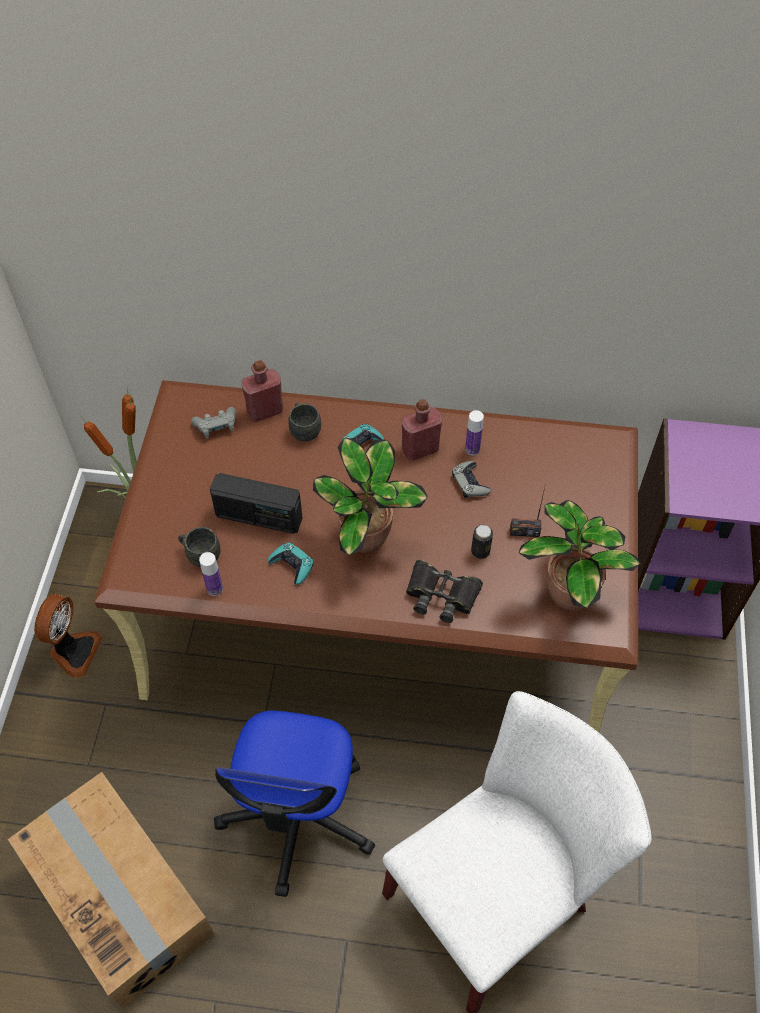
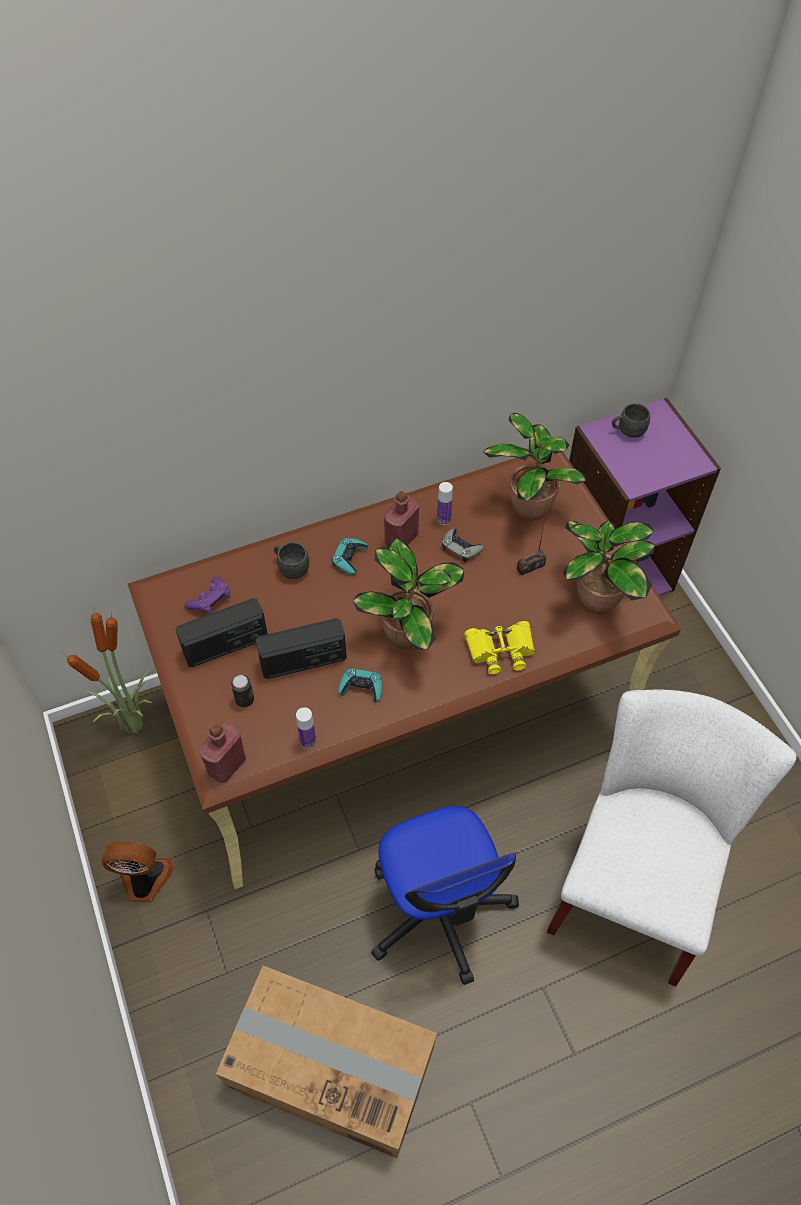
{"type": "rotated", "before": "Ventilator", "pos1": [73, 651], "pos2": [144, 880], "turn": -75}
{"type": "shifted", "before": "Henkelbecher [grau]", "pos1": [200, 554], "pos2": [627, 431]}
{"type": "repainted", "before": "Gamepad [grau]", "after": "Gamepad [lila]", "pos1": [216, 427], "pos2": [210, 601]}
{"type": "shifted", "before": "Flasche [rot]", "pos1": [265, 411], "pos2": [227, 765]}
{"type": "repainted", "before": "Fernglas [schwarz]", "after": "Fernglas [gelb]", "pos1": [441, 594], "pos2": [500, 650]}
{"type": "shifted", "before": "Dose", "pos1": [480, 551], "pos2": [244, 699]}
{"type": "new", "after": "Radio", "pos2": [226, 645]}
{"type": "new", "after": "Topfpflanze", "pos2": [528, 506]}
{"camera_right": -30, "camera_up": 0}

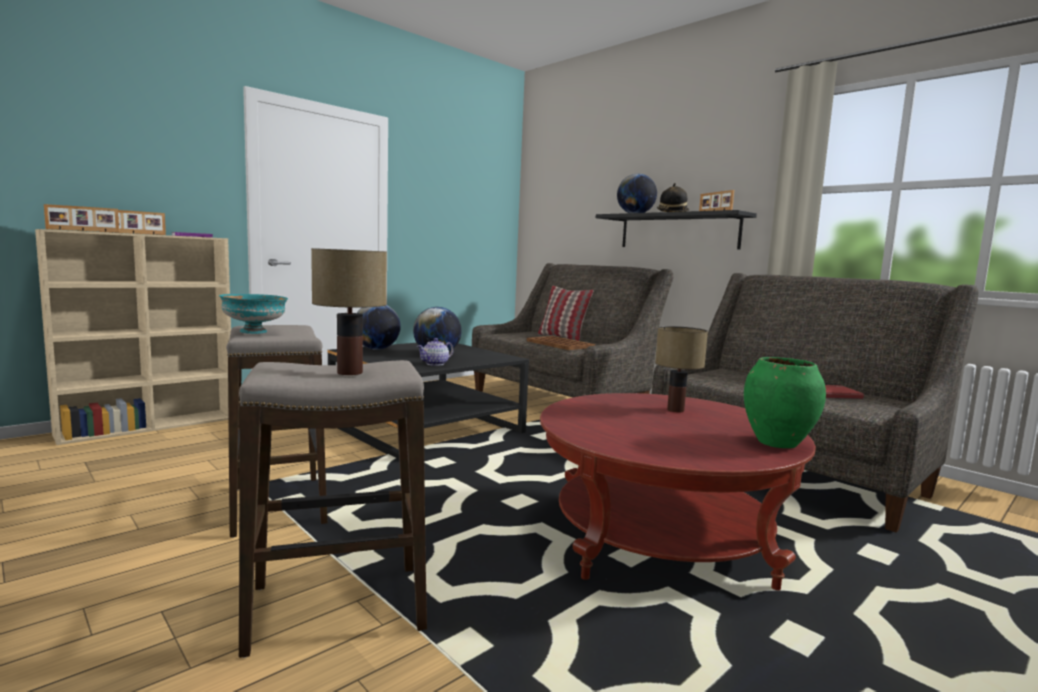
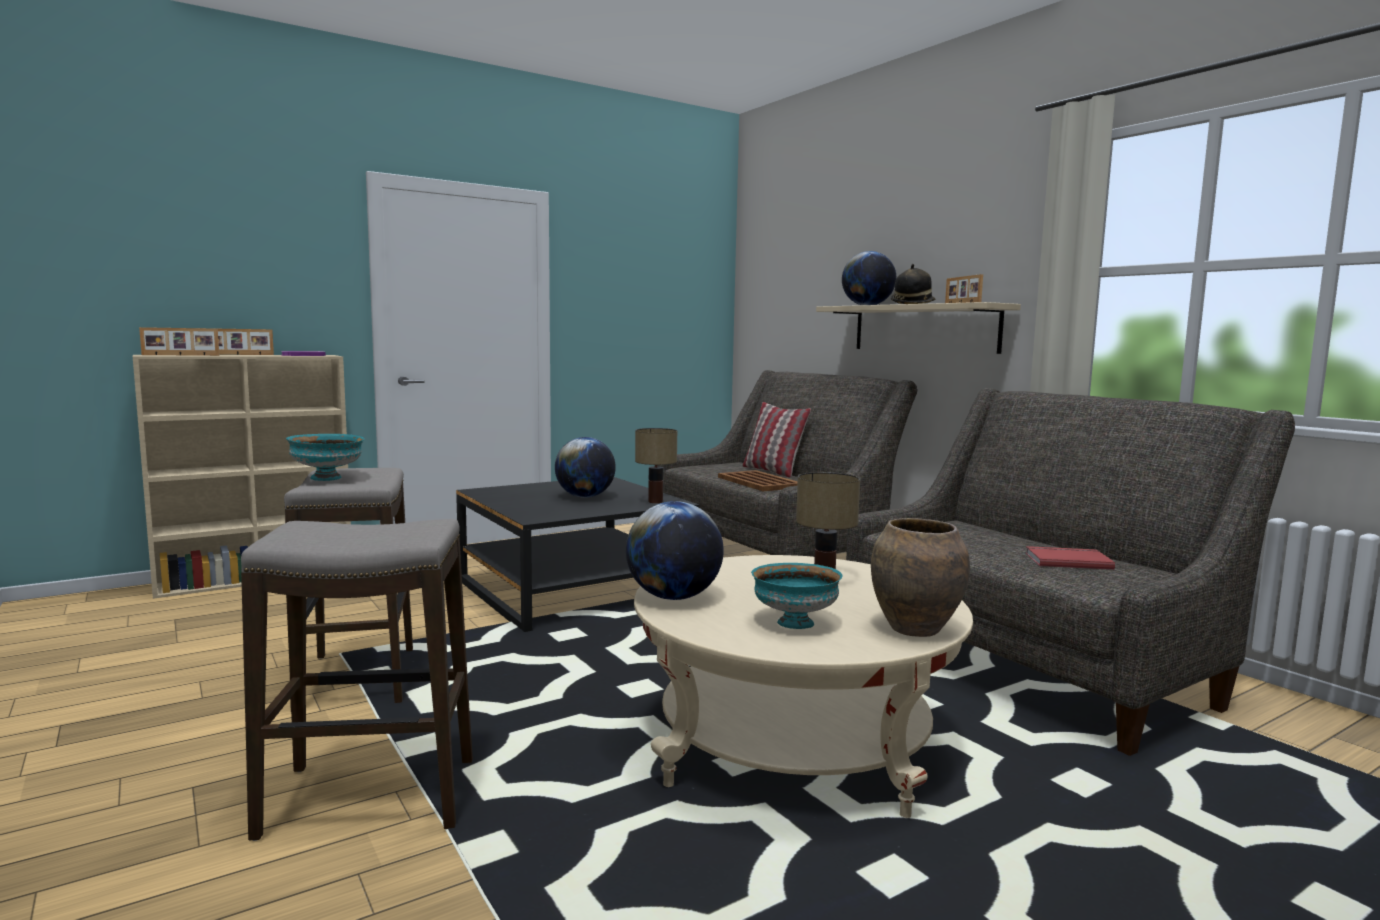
{"type": "shifted", "before": "Tischlampe", "pos1": [349, 373], "pos2": [655, 502]}
{"type": "shifted", "before": "Globus", "pos1": [376, 349], "pos2": [674, 597]}
{"type": "gone", "before": "Teekanne", "pos1": [435, 364]}
{"type": "repainted", "before": "Couchtisch [rot]", "after": "Couchtisch [beige]", "pos1": [660, 539], "pos2": [793, 745]}
{"type": "repainted", "before": "Wandregal [schwarz]", "after": "Wandregal [beige]", "pos1": [678, 231], "pos2": [924, 328]}
{"type": "repainted", "before": "Vase [grün]", "after": "Vase [braun]", "pos1": [776, 443], "pos2": [914, 629]}
{"type": "new", "after": "Schüssel [türkis]", "pos2": [794, 623]}
{"camera_right": 10, "camera_up": 0}

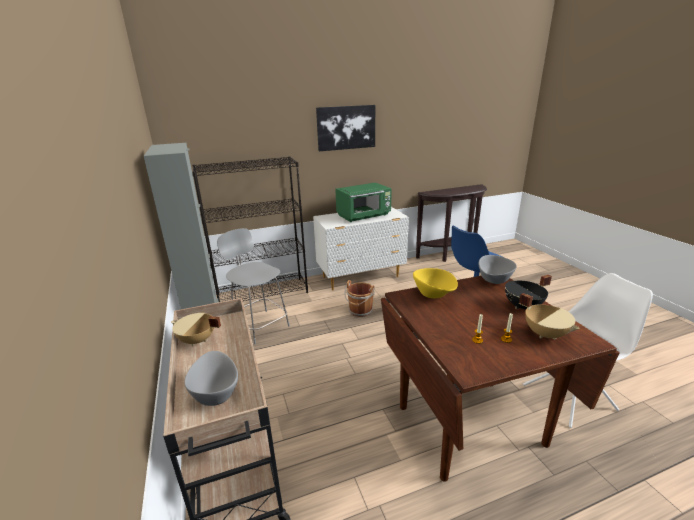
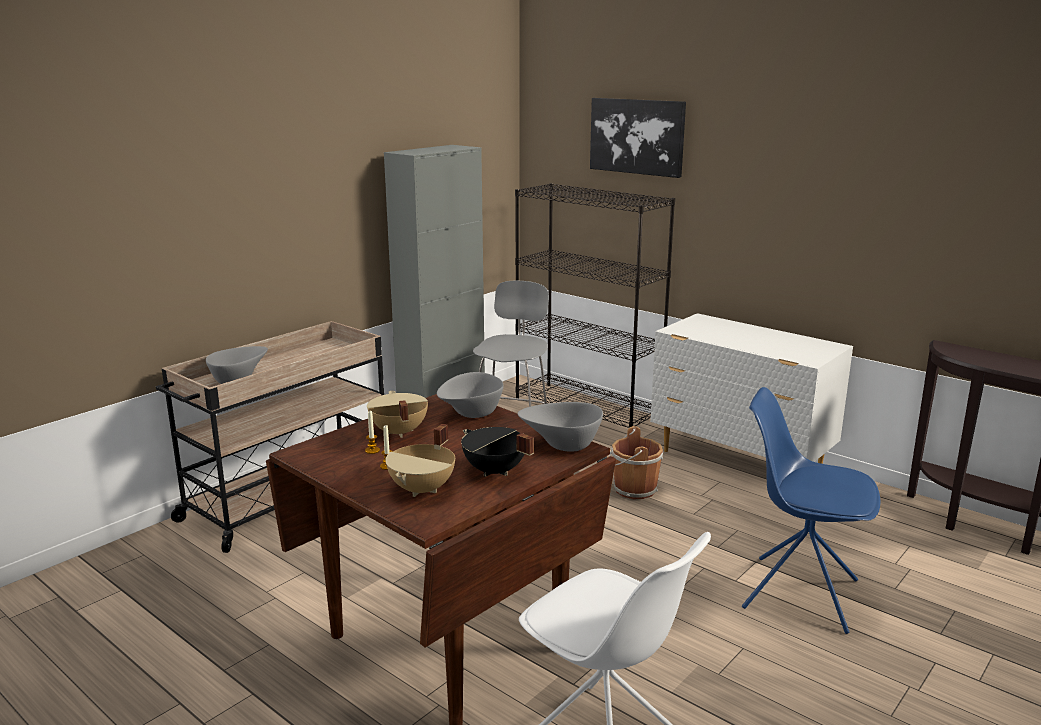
{"type": "shifted", "before": "Kochtopf [beige]", "pos1": [197, 341], "pos2": [398, 432]}
{"type": "shifted", "before": "Bild", "pos1": [346, 127], "pos2": [637, 136]}
{"type": "gone", "before": "Mikrowelle [grün]", "pos1": [364, 216]}
{"type": "repainted", "before": "Schüssel [gelb]", "after": "Schüssel [grau]", "pos1": [434, 296], "pos2": [470, 414]}
{"camera_right": 60, "camera_up": -5}

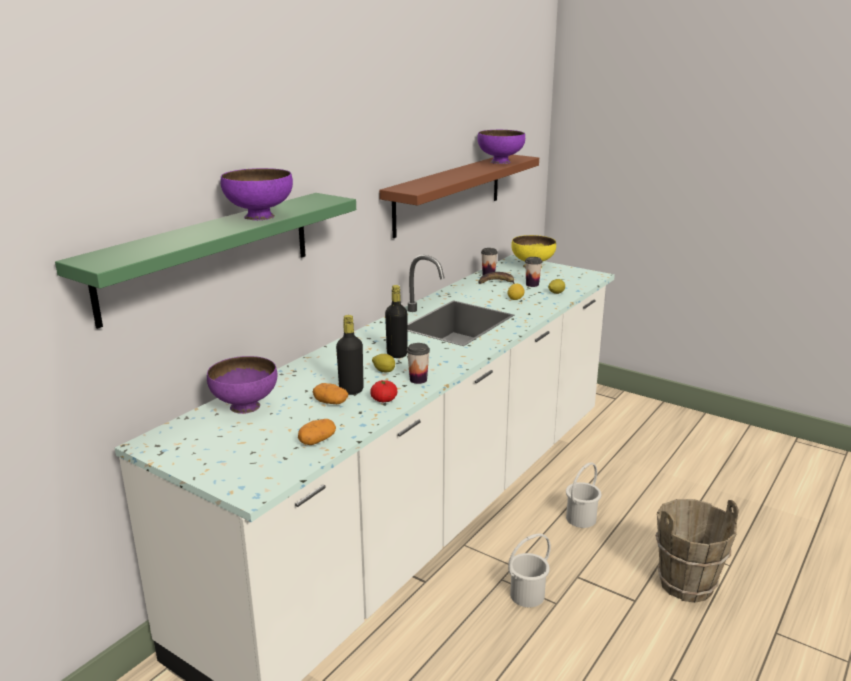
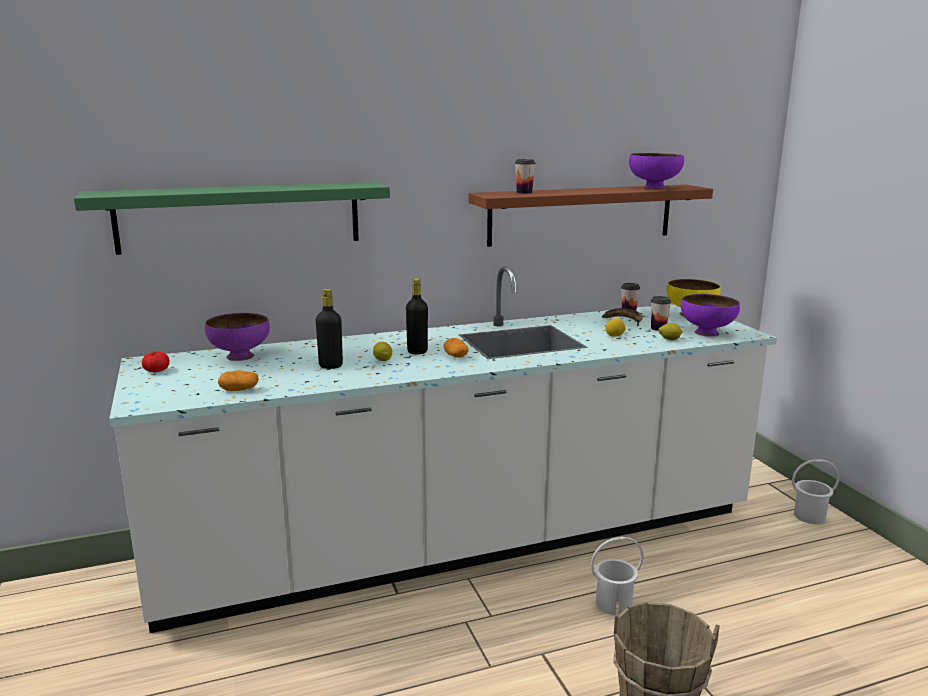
{"type": "shifted", "before": "Schüssel [lila]", "pos1": [259, 217], "pos2": [706, 333]}
{"type": "shifted", "before": "Kartoffel", "pos1": [330, 402], "pos2": [455, 356]}
{"type": "shifted", "before": "Tomate", "pos1": [384, 400], "pos2": [156, 371]}
{"type": "shifted", "before": "Tasse", "pos1": [418, 380], "pos2": [524, 192]}
{"type": "shifted", "before": "Eimer [weiß]", "pos1": [526, 595], "pos2": [809, 516]}
{"camera_right": 35, "camera_up": -5}

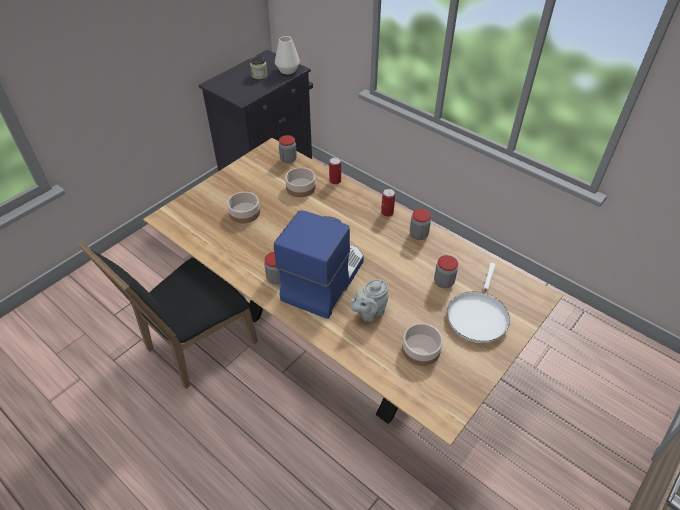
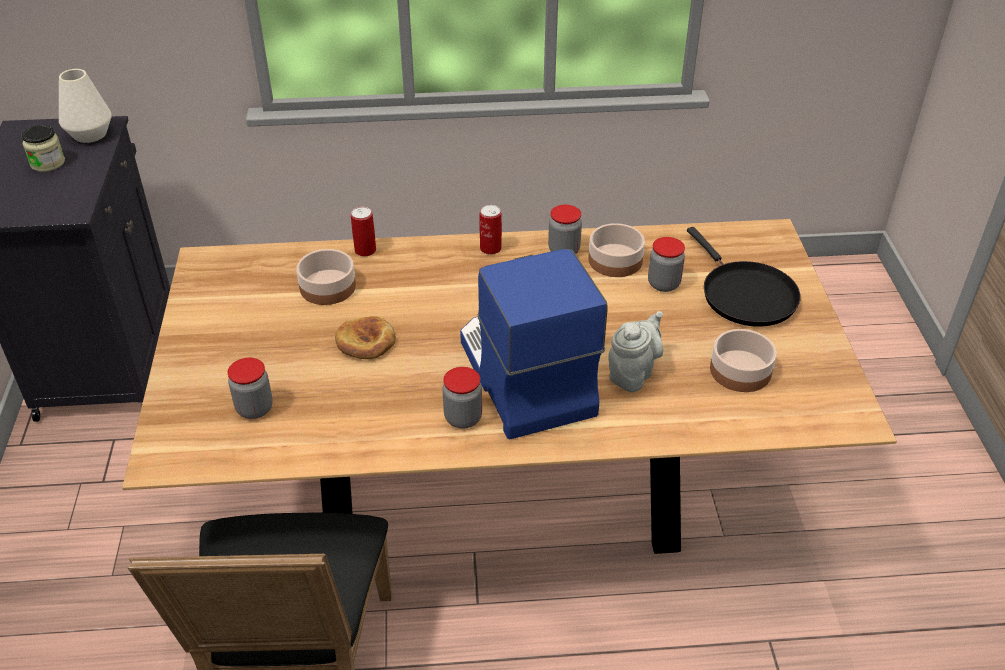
{"type": "shifted", "before": "Schüssel", "pos1": [245, 212], "pos2": [615, 260]}
{"type": "shifted", "before": "Vorratsglas", "pos1": [288, 159], "pos2": [254, 408]}
{"type": "rotated", "before": "Teekanne [grau]", "pos1": [369, 312], "pos2": [633, 374], "turn": -150}
{"type": "repainted", "before": "Pfanne [weiß]", "after": "Pfanne [schwarz]", "pos1": [477, 316], "pos2": [744, 295]}
{"type": "new", "after": "Brot", "pos2": [366, 341]}
{"camera_right": -45, "camera_up": -5}

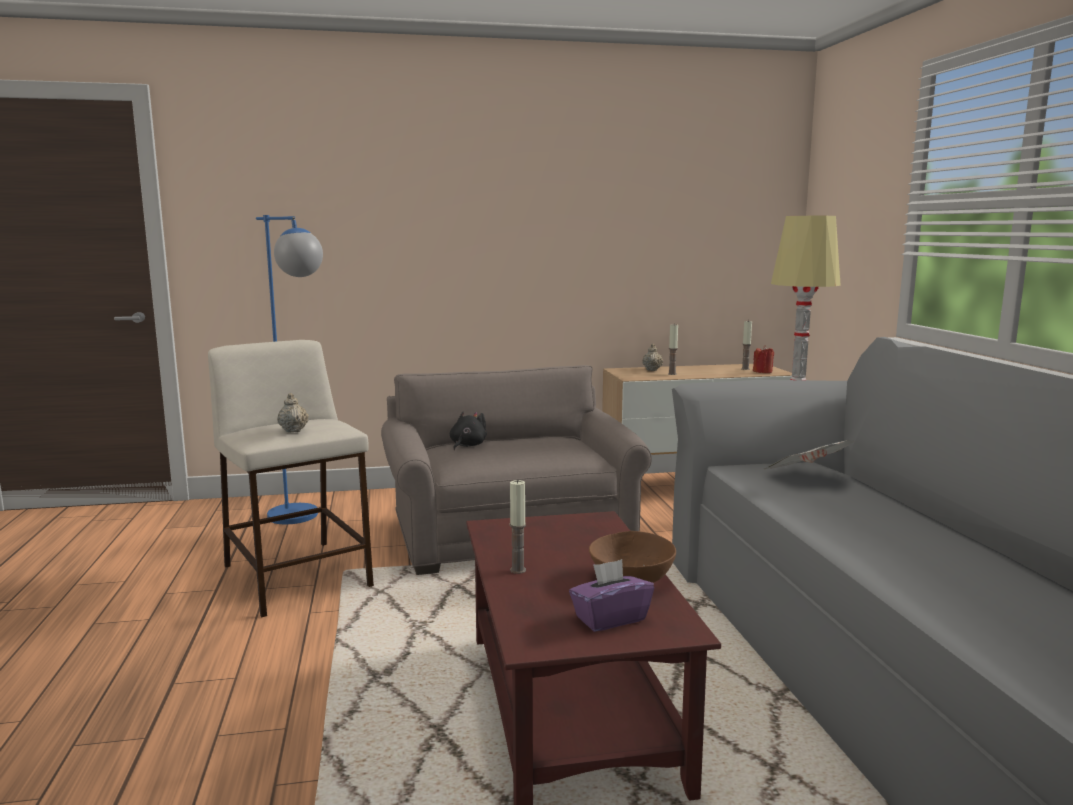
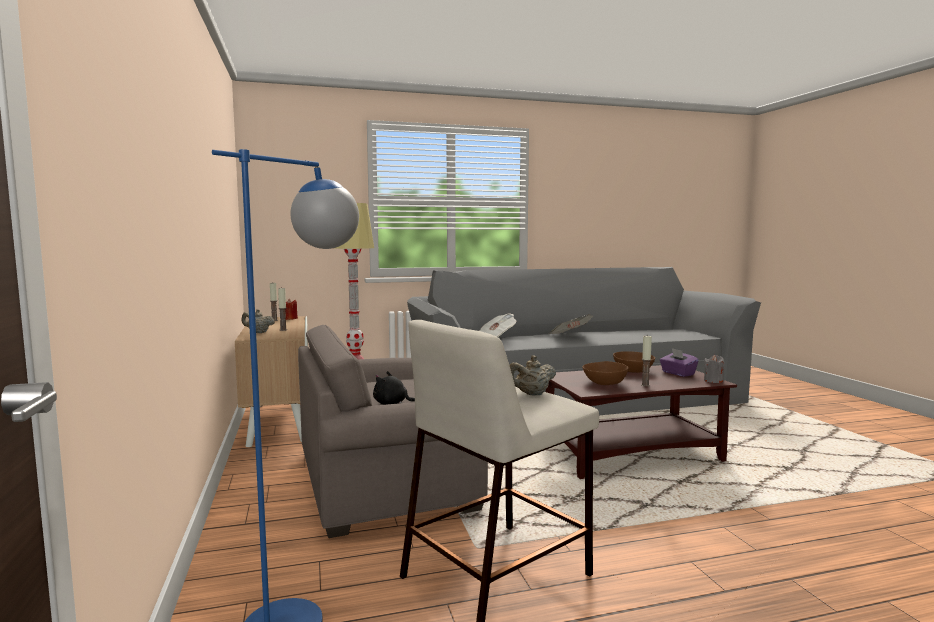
{"type": "new", "after": "Zeitung", "pos2": [570, 336]}
{"type": "new", "after": "Schüssel [braun]", "pos2": [604, 383]}
{"type": "new", "after": "Kerze [grau]", "pos2": [713, 381]}
{"camera_right": -95, "camera_up": -5}

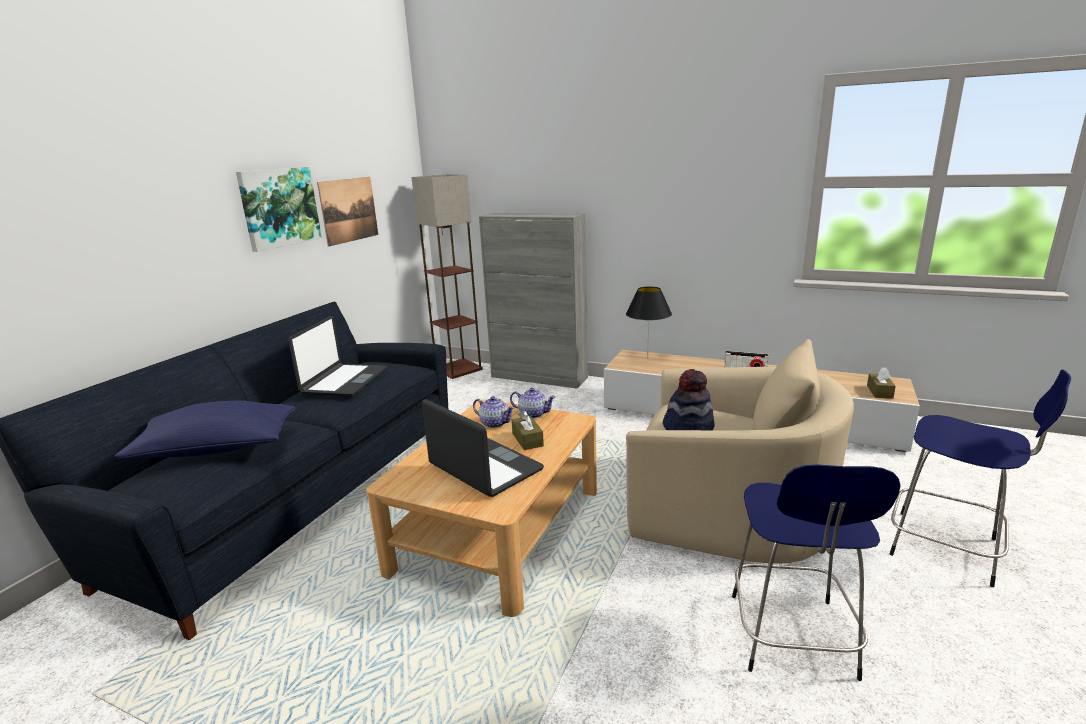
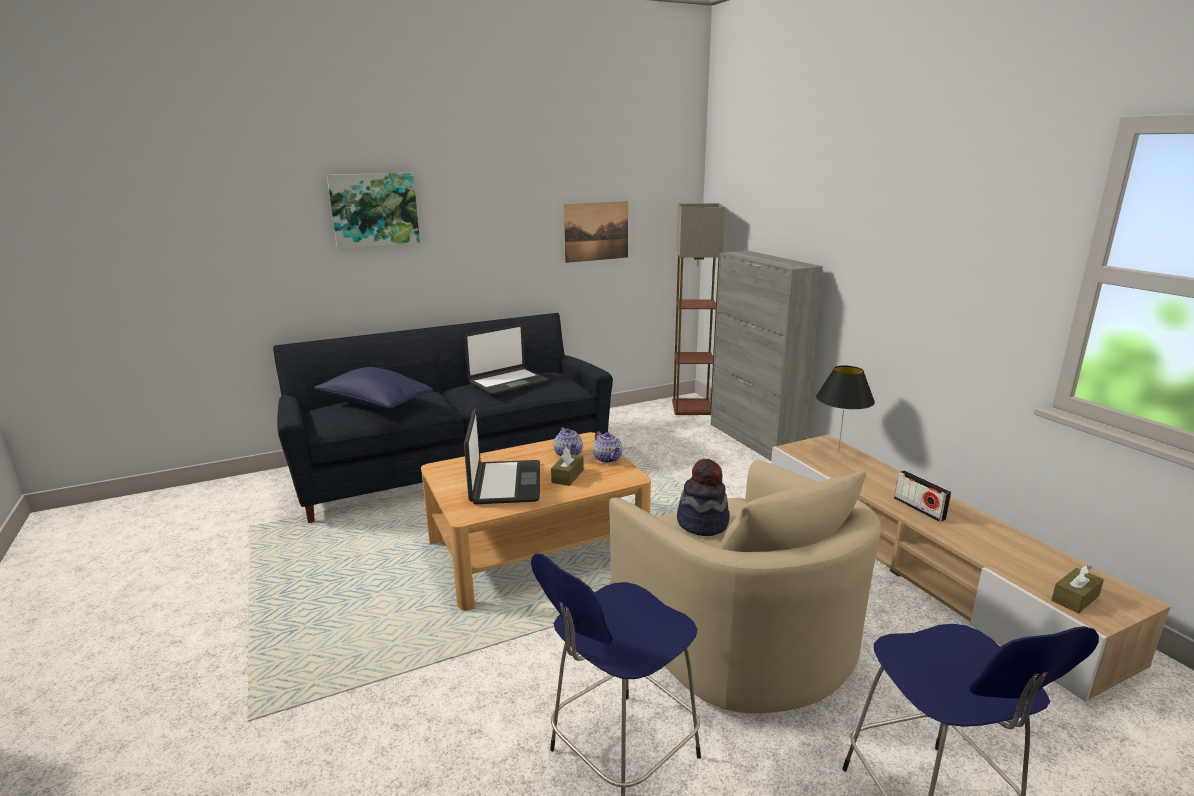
{"type": "shifted", "before": "Bild", "pos1": [279, 207], "pos2": [374, 210]}
{"camera_right": 40, "camera_up": 0}

